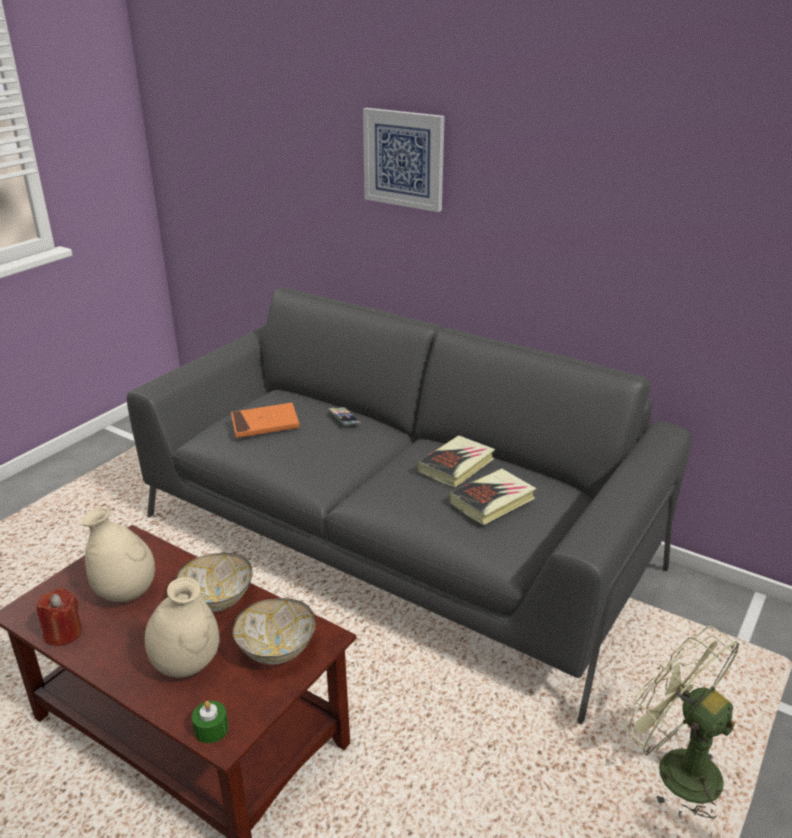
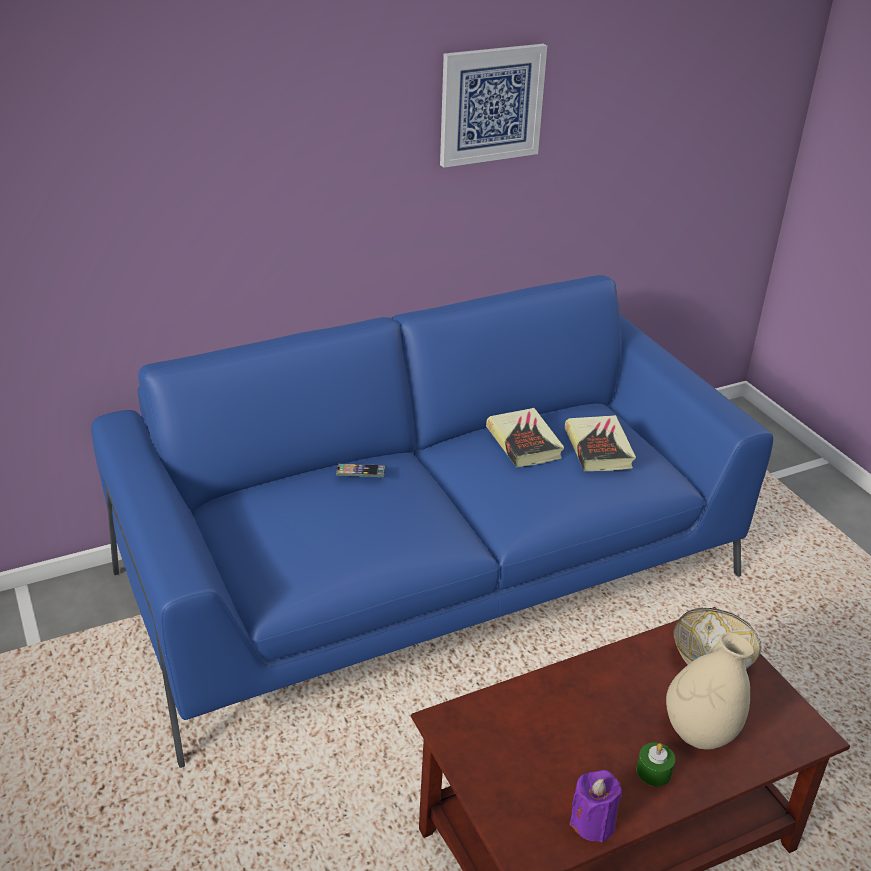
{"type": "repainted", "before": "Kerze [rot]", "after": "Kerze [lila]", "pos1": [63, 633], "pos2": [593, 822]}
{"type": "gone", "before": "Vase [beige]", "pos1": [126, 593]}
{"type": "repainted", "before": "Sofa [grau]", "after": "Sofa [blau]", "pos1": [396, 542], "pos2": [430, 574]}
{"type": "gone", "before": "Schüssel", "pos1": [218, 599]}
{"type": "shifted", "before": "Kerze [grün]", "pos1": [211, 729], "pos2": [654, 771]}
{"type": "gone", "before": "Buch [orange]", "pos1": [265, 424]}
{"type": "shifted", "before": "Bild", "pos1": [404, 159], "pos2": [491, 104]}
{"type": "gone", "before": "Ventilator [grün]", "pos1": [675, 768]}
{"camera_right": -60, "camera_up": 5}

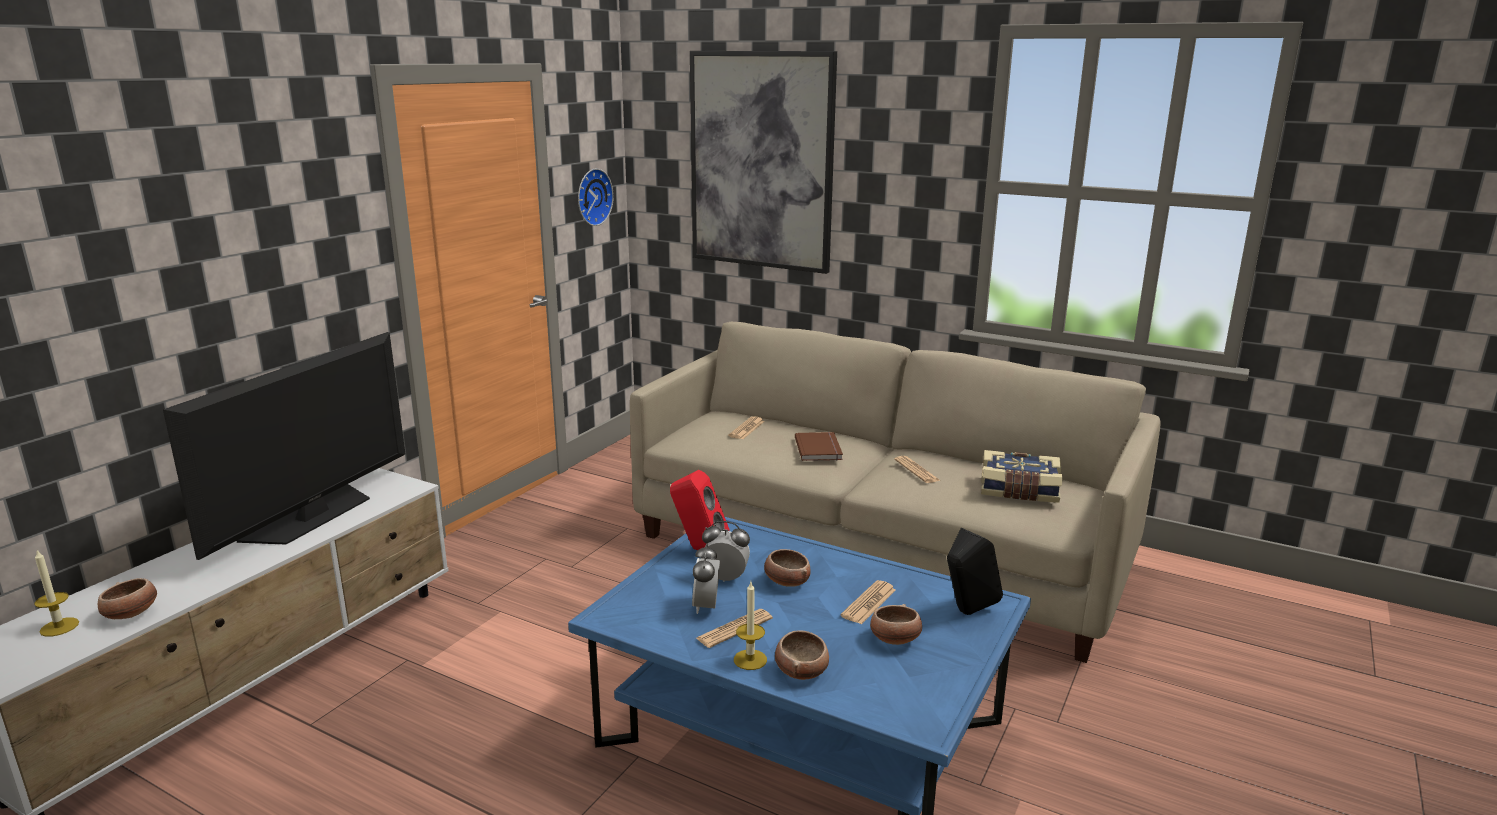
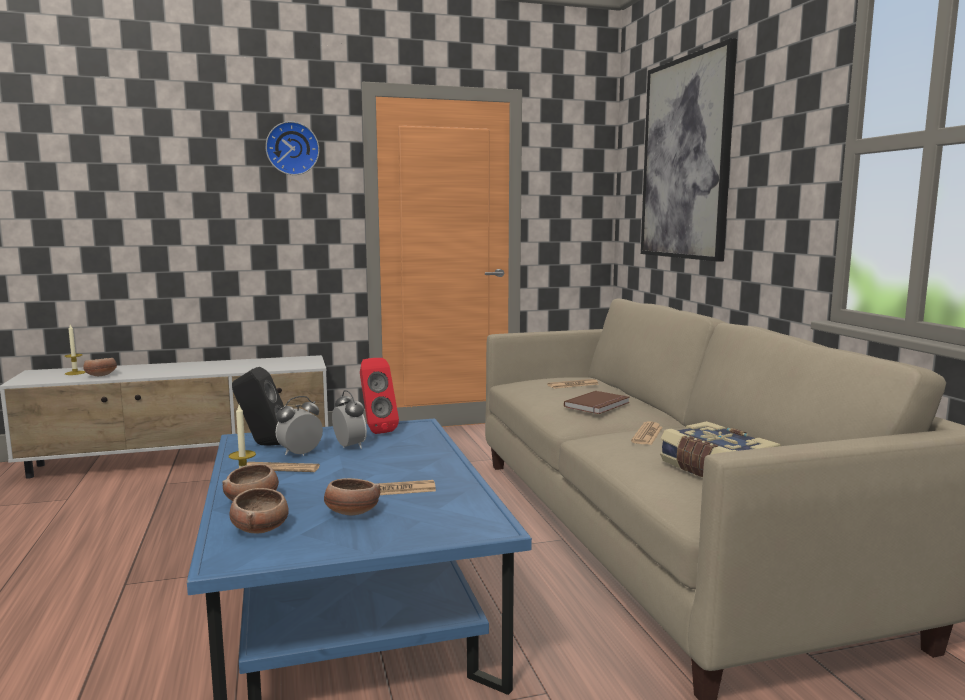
{"type": "gone", "before": "Fernseher", "pos1": [313, 516]}
{"type": "shifted", "before": "Wanduhr", "pos1": [592, 197], "pos2": [292, 148]}
{"type": "shifted", "before": "Schüssel", "pos1": [786, 581], "pos2": [260, 528]}
{"type": "shifted", "before": "Lautsprecher [schwarz]", "pos1": [967, 613], "pos2": [263, 445]}
{"camera_right": 45, "camera_up": -10}

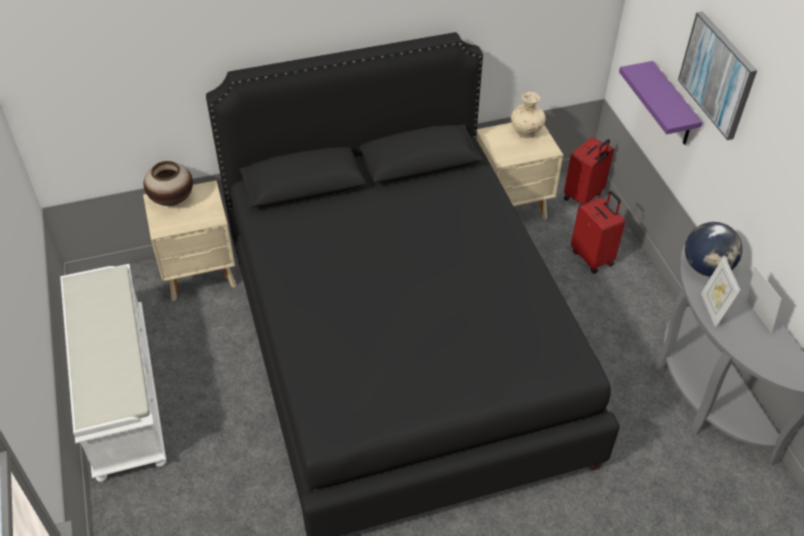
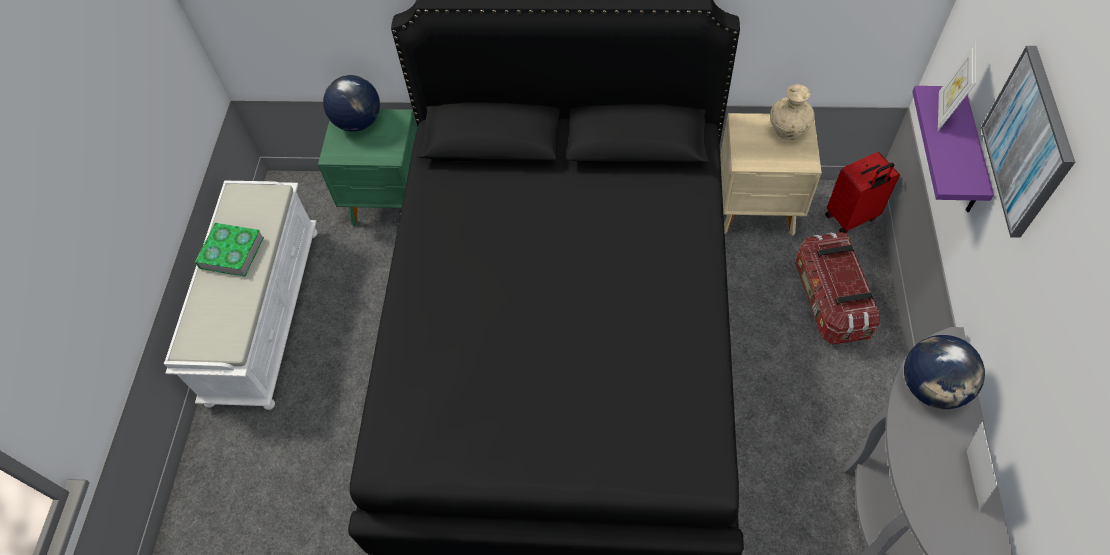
{"type": "repainted", "before": "Nachttisch [beige]", "after": "Nachttisch [grün]", "pos1": [201, 274], "pos2": [391, 203]}
{"type": "swapped", "before": "Vase", "after": "Globus", "pos1": [172, 199], "pos2": [358, 122]}
{"type": "swapped", "before": "Koffer [rot]", "after": "Aufbewahrungsbox", "pos1": [593, 257], "pos2": [829, 300]}
{"type": "shifted", "before": "Bilderrahmen", "pos1": [712, 310], "pos2": [944, 111]}
{"type": "new", "after": "Buch", "pos2": [232, 252]}
{"camera_right": 25, "camera_up": 10}

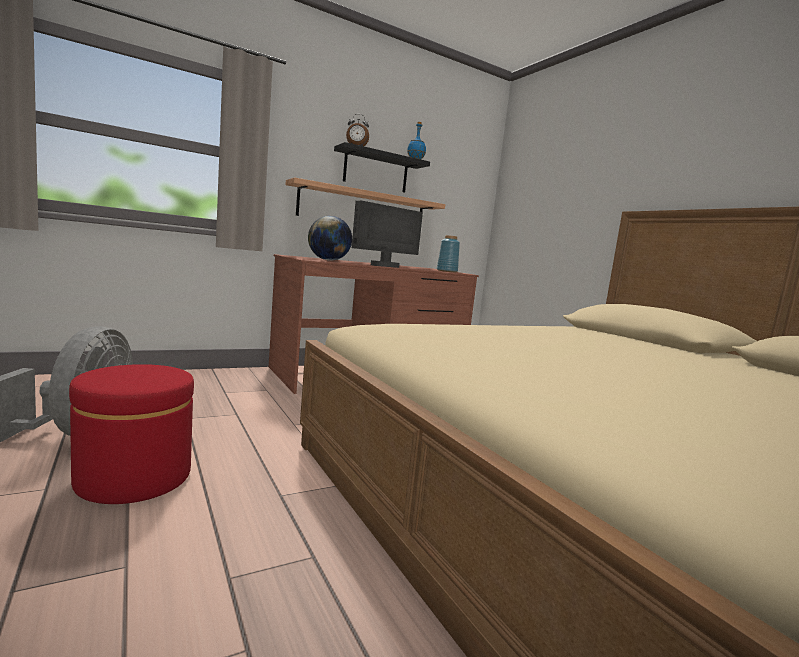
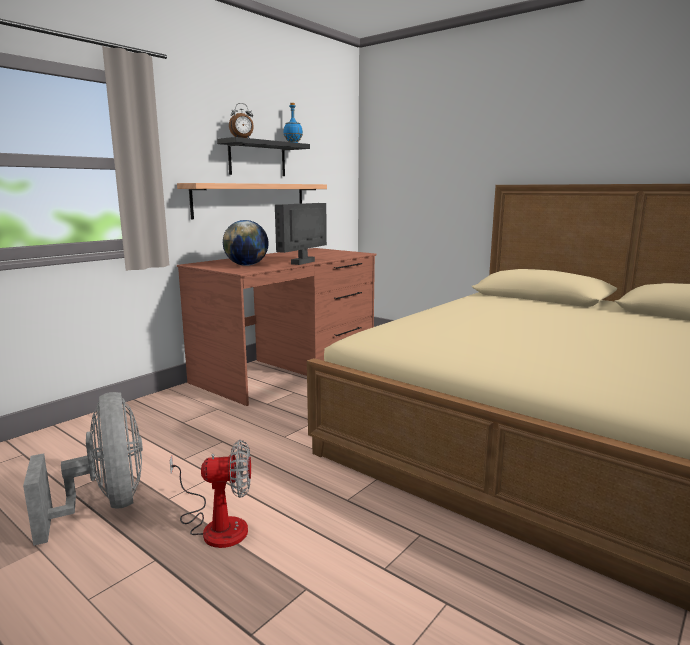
{"type": "swapped", "before": "Polsterhocker [rot]", "after": "Ventilator", "pos1": [134, 478], "pos2": [216, 525]}
{"type": "gone", "before": "Vase [blau]", "pos1": [447, 271]}
{"camera_right": -20, "camera_up": 5}

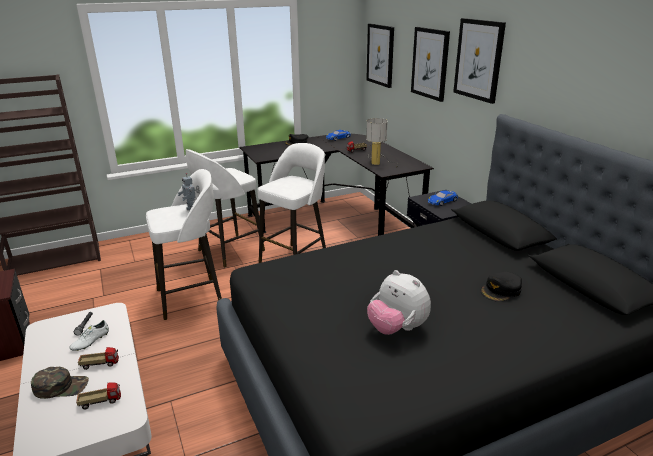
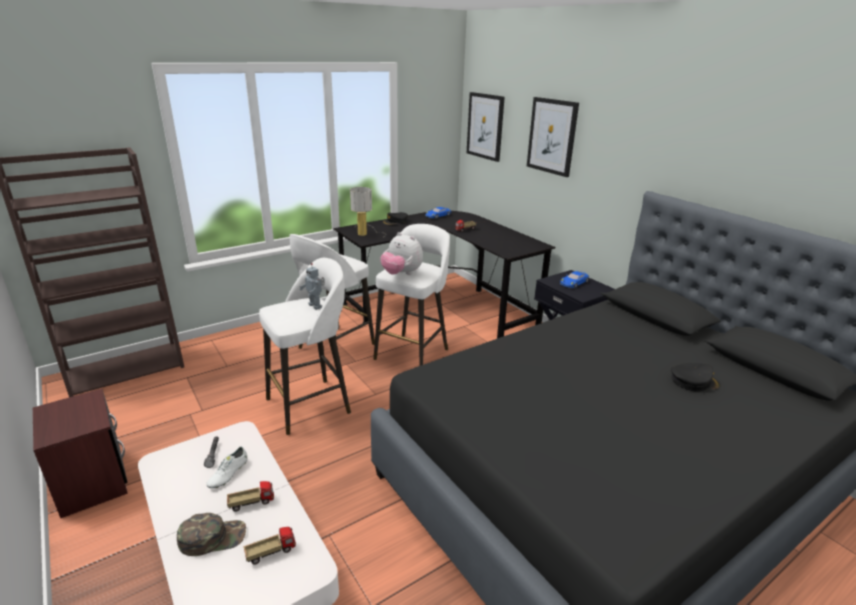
{"type": "shifted", "before": "Tischlampe", "pos1": [378, 161], "pos2": [365, 232]}
{"type": "shifted", "before": "Plüschtier", "pos1": [397, 328], "pos2": [401, 274]}
{"type": "gone", "before": "Bild", "pos1": [479, 60]}
{"type": "rotated", "before": "Kappe [schwarz]", "pos1": [501, 290], "pos2": [693, 381], "turn": -135}
{"camera_right": -10, "camera_up": 0}

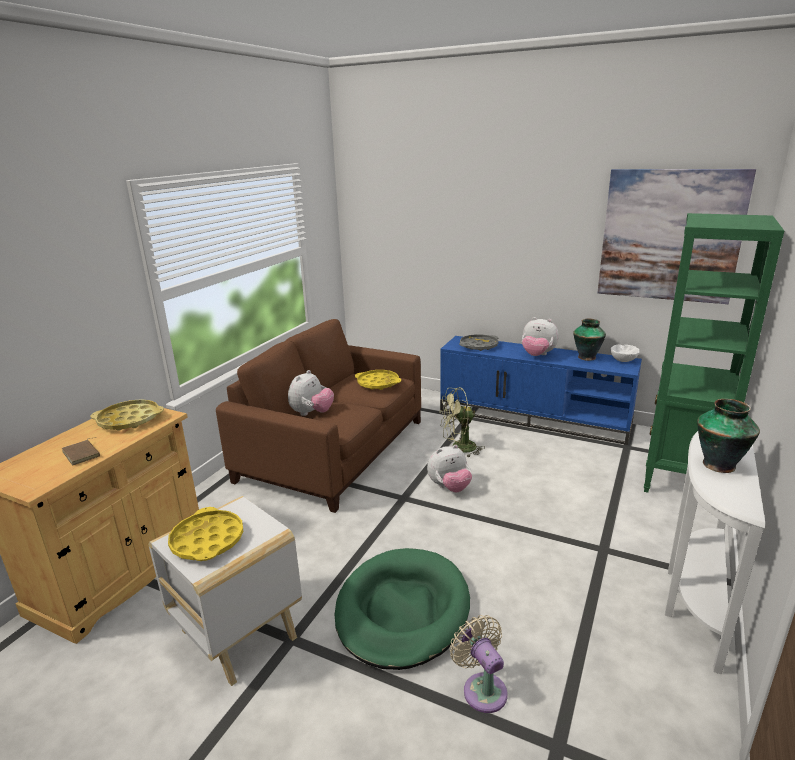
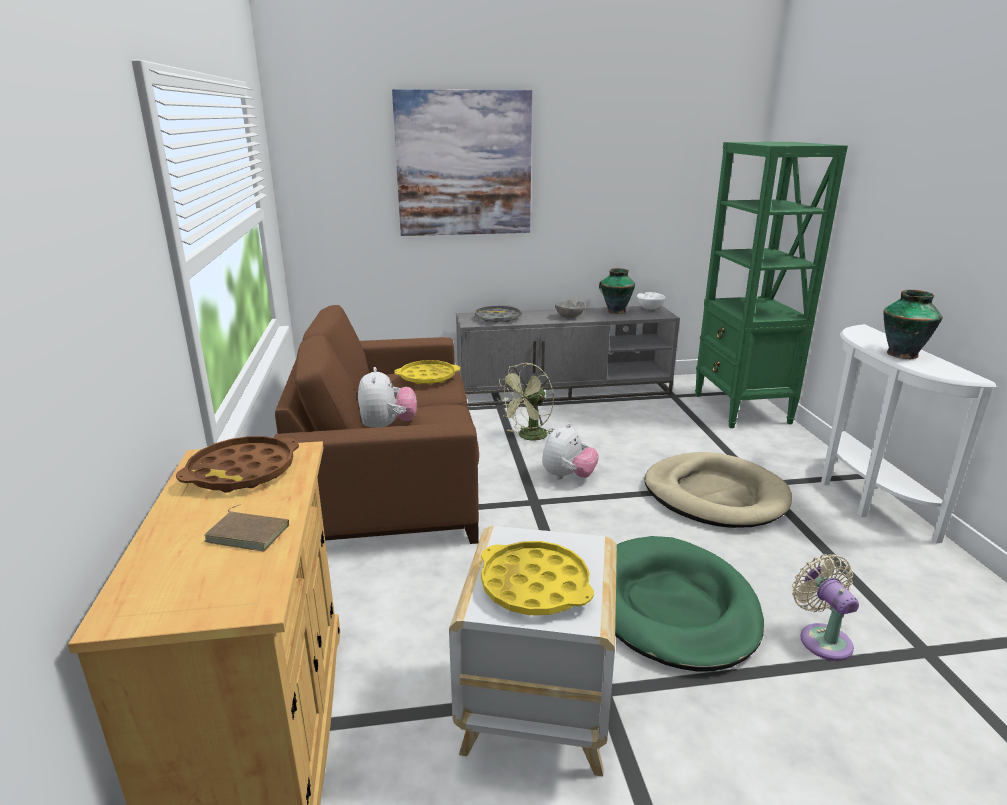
{"type": "repainted", "before": "Tablett [gelb]", "after": "Tablett [braun]", "pos1": [129, 420], "pos2": [242, 472]}
{"type": "repainted", "before": "Fernsehschrank [blau]", "after": "Fernsehschrank [grau]", "pos1": [534, 417], "pos2": [564, 390]}
{"type": "rotated", "before": "Ventilator [beige]", "pos1": [482, 688], "pos2": [822, 638], "turn": 45}
{"type": "swapped", "before": "Plüschtier", "after": "Schüssel [grau]", "pos1": [537, 355], "pos2": [569, 317]}
{"type": "shifted", "before": "Bild", "pos1": [670, 236], "pos2": [464, 164]}
{"type": "new", "after": "Hundebett [beige]", "pos2": [715, 495]}
{"camera_right": -35, "camera_up": 0}

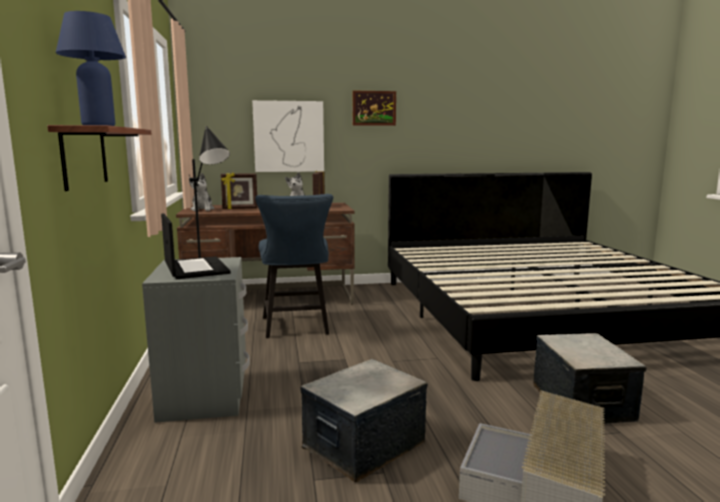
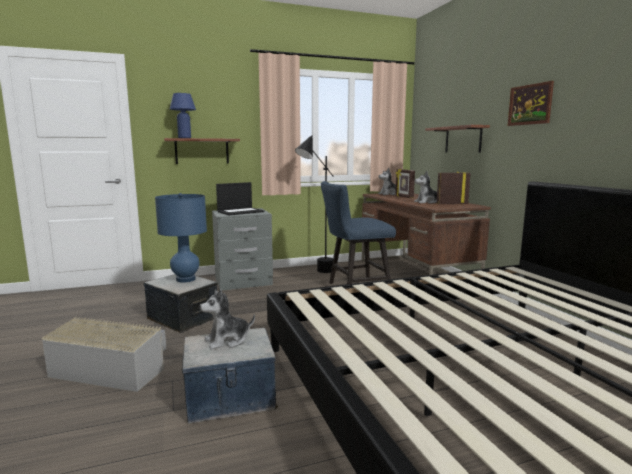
{"type": "swapped", "before": "Bild", "after": "Wandregal", "pos1": [289, 136], "pos2": [463, 139]}
{"type": "new", "after": "Tischlampe [blau]", "pos2": [185, 279]}
{"type": "new", "after": "Plüschtier", "pos2": [227, 340]}
{"camera_right": 80, "camera_up": 0}

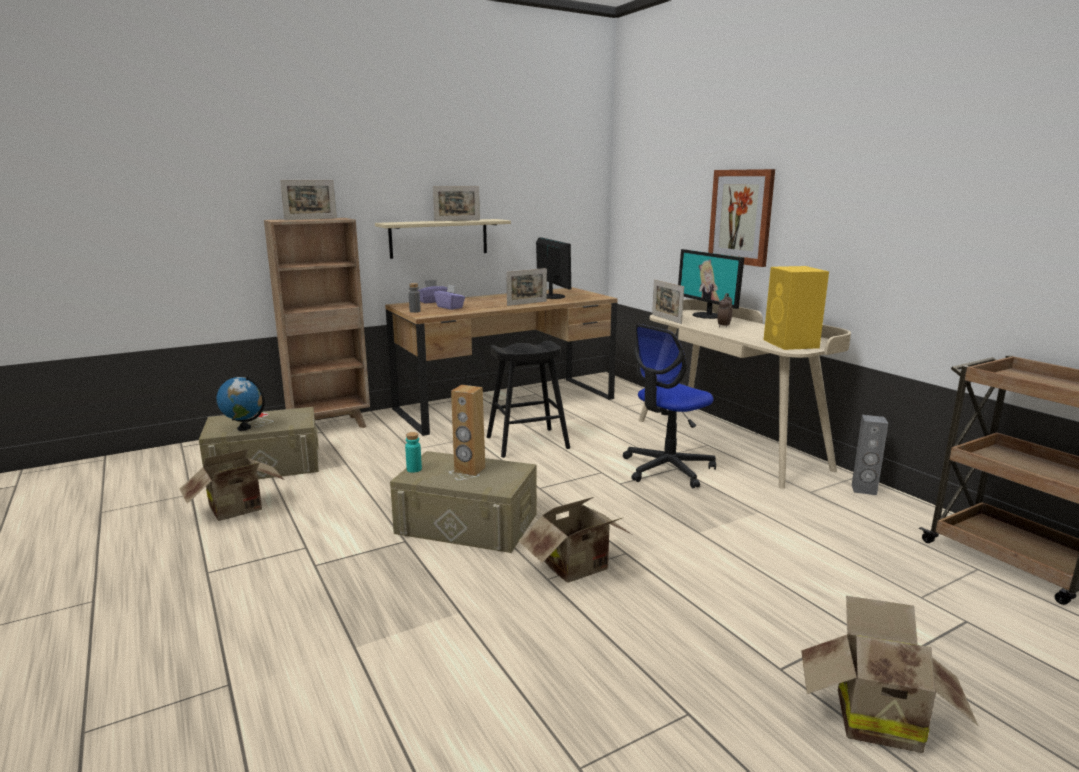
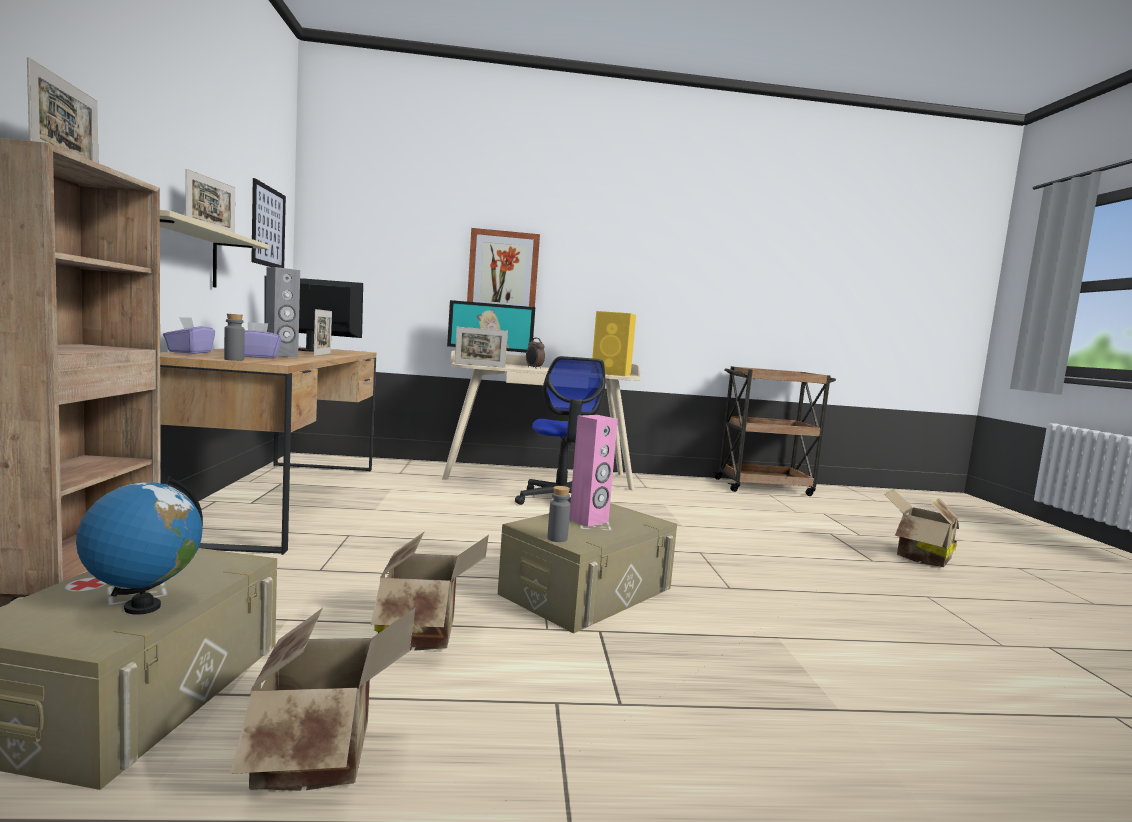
{"type": "repainted", "before": "Flasche [türkis]", "after": "Flasche [grau]", "pos1": [414, 469], "pos2": [557, 538]}
{"type": "repainted", "before": "Lautsprecher [braun]", "after": "Lautsprecher [rosa]", "pos1": [469, 470], "pos2": [589, 521]}
{"type": "gone", "before": "Hocker [schwarz]", "pos1": [527, 443]}
{"type": "shifted", "before": "Karton", "pos1": [579, 568], "pos2": [425, 633]}
{"type": "shifted", "before": "Lautsprecher [grau]", "pos1": [864, 490], "pos2": [281, 356]}
{"type": "new", "after": "Bild", "pos2": [268, 227]}
{"camera_right": -65, "camera_up": -10}

